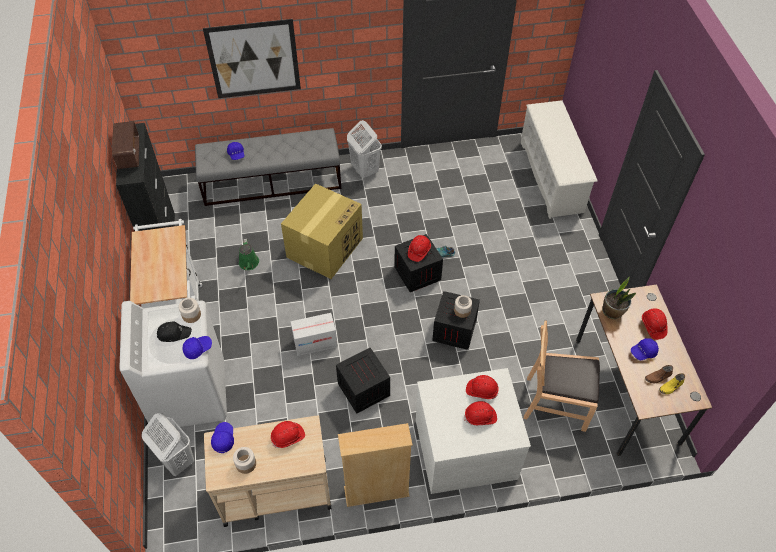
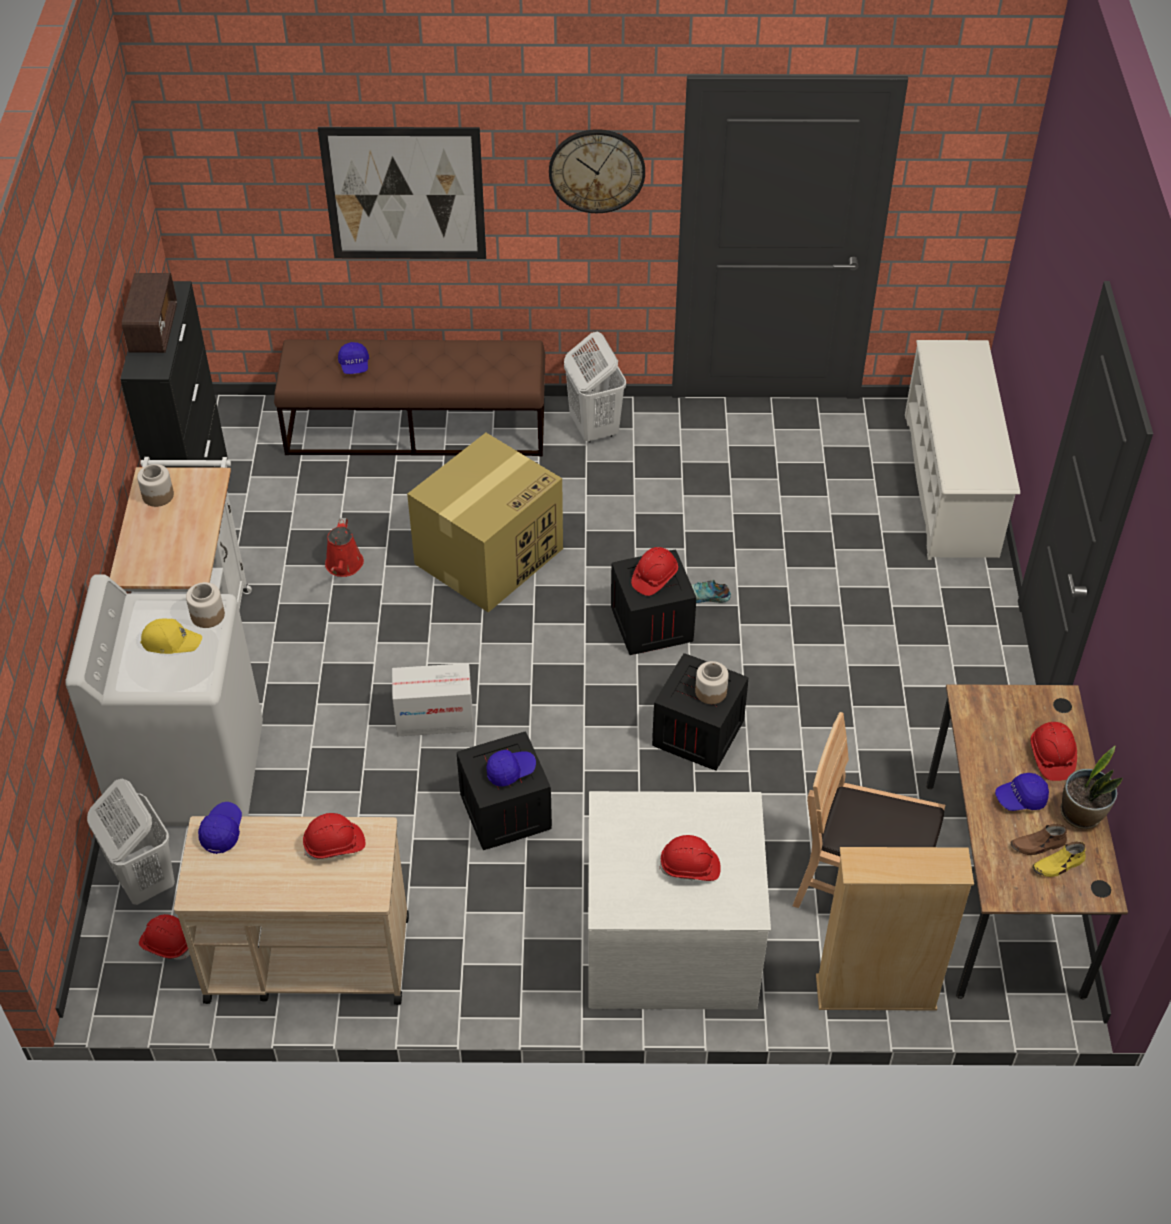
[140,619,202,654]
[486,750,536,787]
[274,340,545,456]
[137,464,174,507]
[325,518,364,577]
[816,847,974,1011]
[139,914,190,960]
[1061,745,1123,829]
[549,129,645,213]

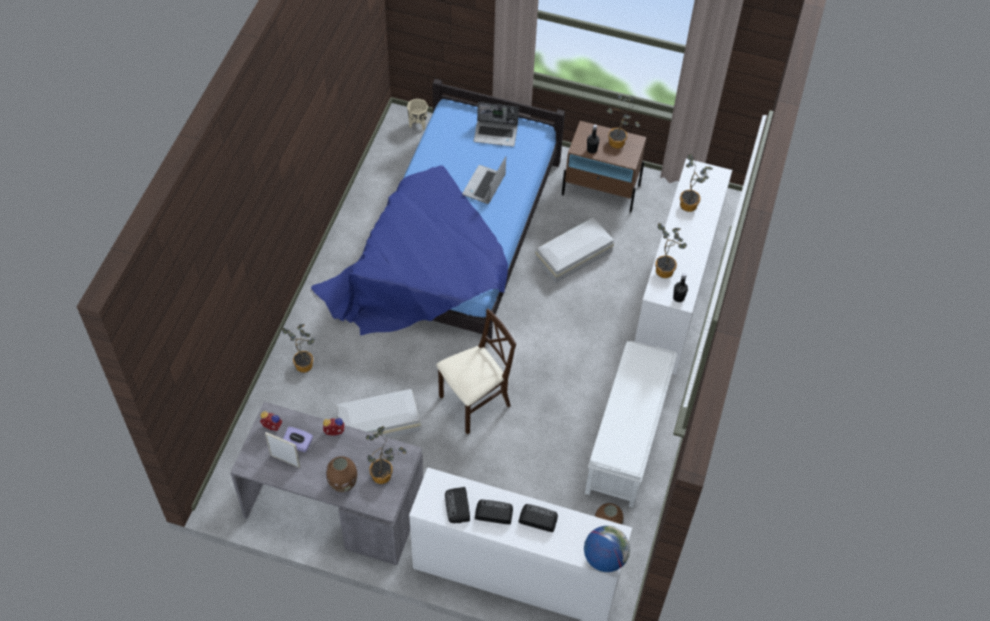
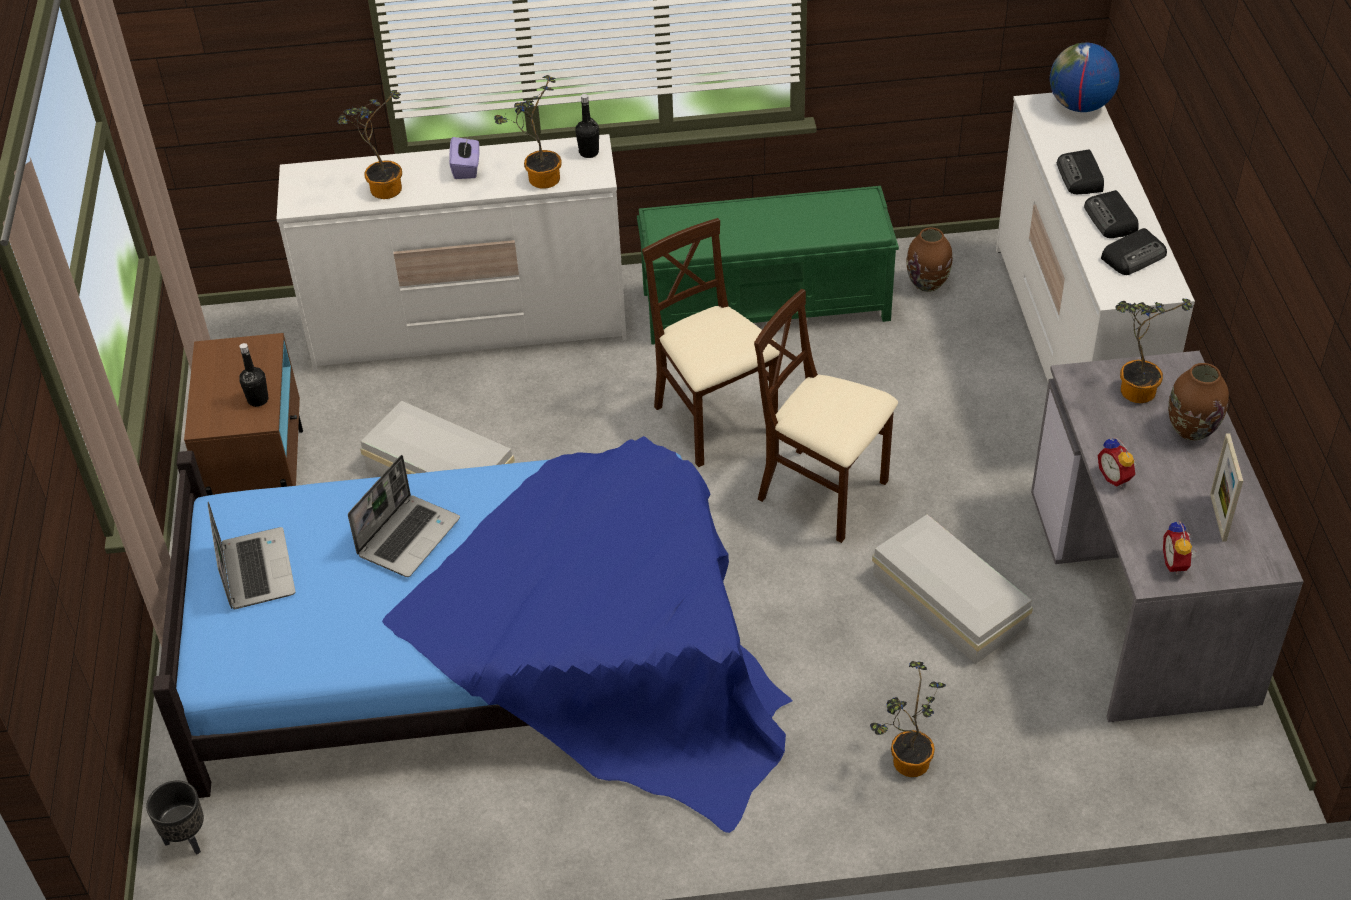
[449,137,480,179]
[146,781,204,855]
[348,455,460,577]
[637,186,899,345]
[607,94,640,148] (first image)
[642,218,780,467]

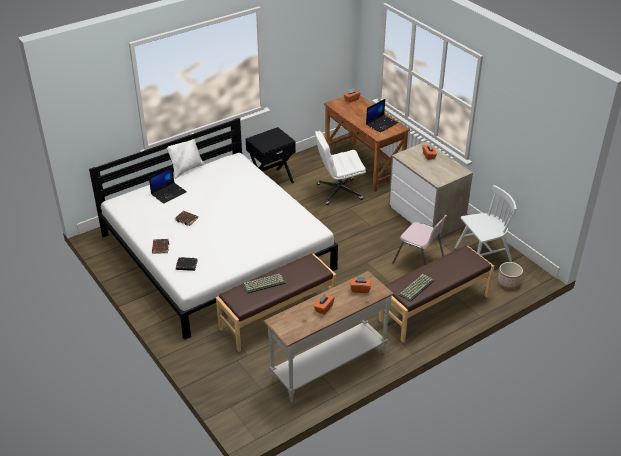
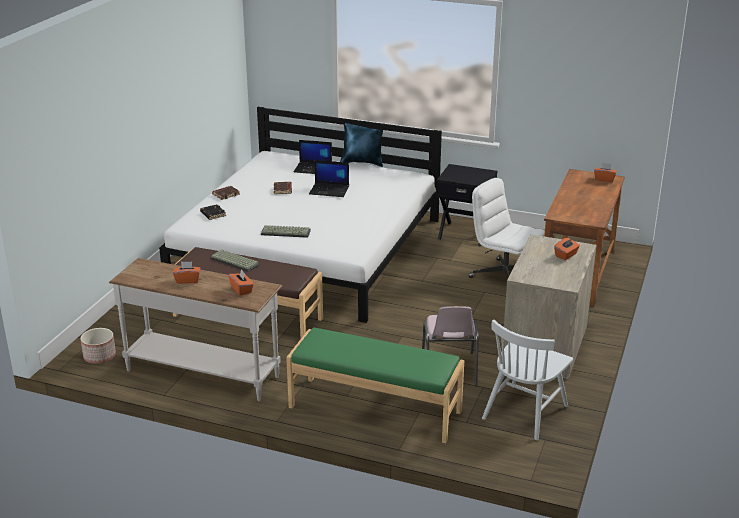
[340,123,384,167]
[309,160,349,197]
[286,327,464,443]
[261,225,311,238]
[482,320,573,440]
[81,328,116,364]

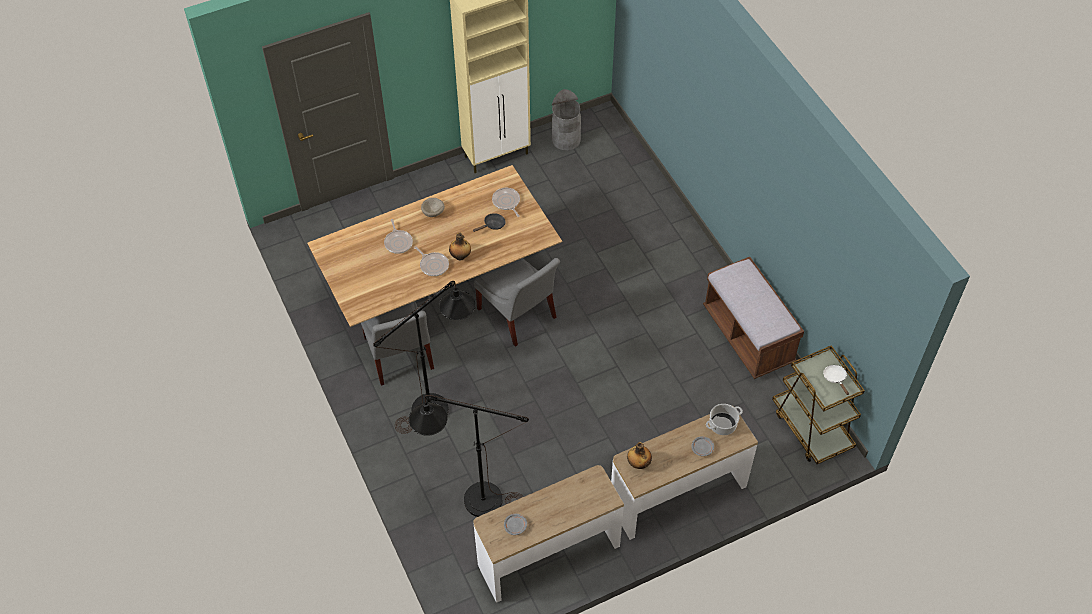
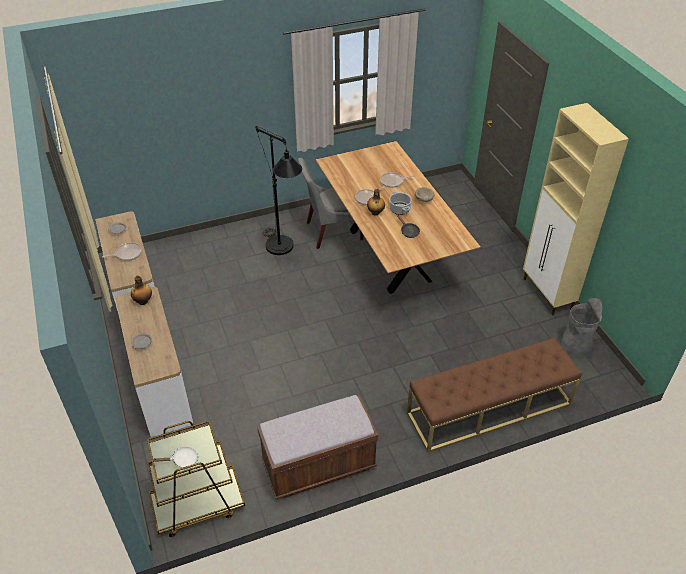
[409,395,529,517] (first image)
[474,258,560,347] (first image)
[102,242,142,261]
[389,192,412,215]
[407,338,582,452]

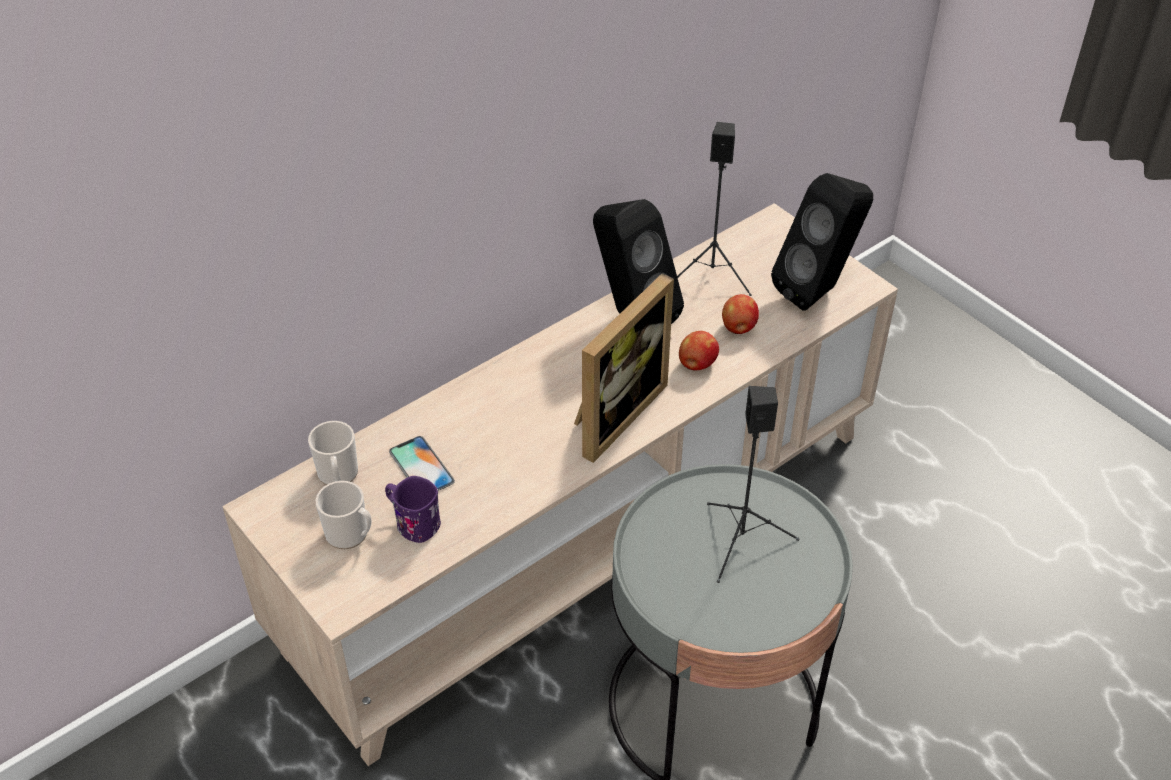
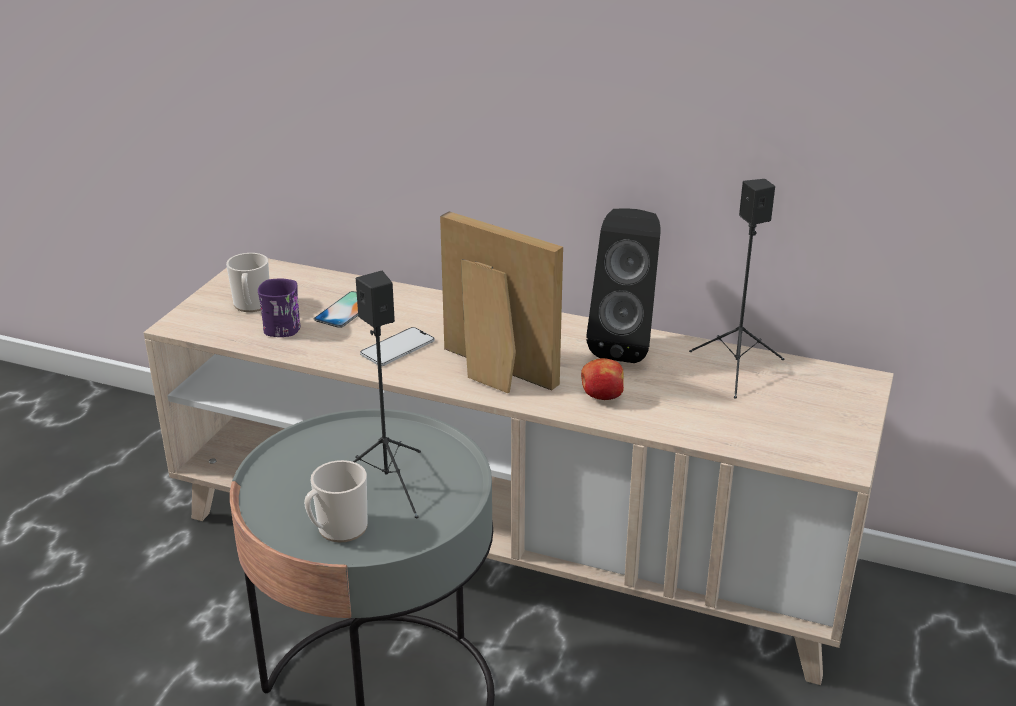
[304,460,368,542]
[440,211,563,393]
[722,294,759,334] (first image)
[771,173,873,311] (first image)
[360,327,435,366]

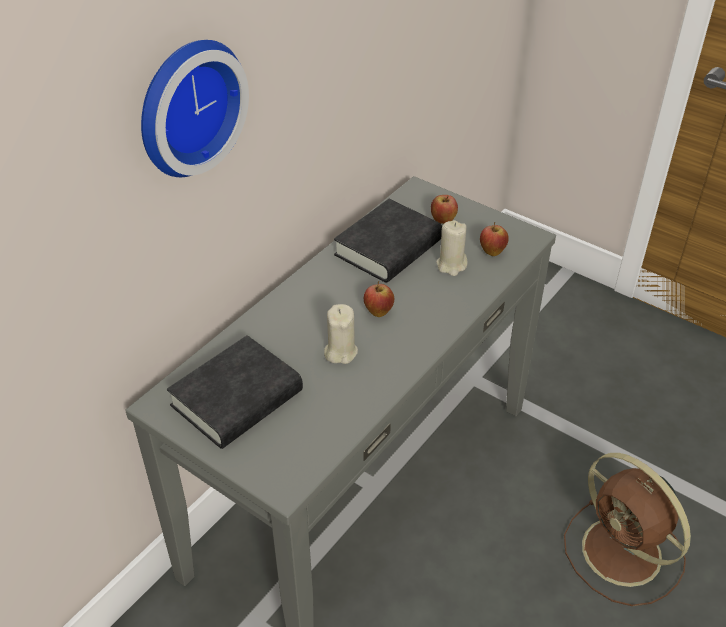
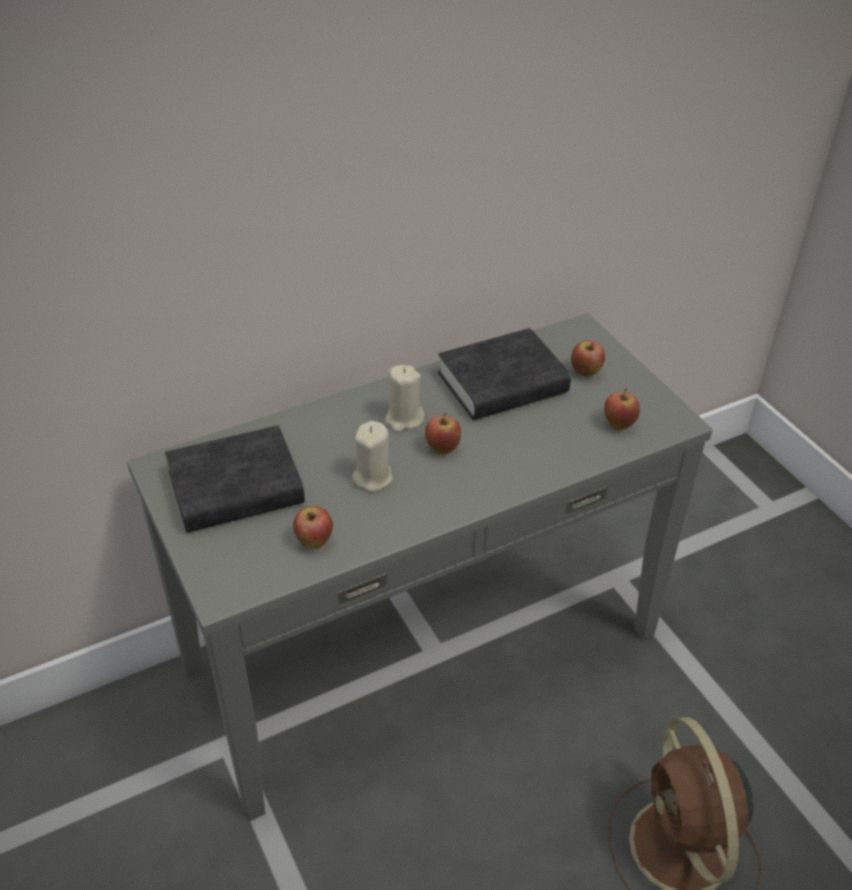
[141,40,249,177] (first image)
[385,365,425,432]
[293,506,333,549]

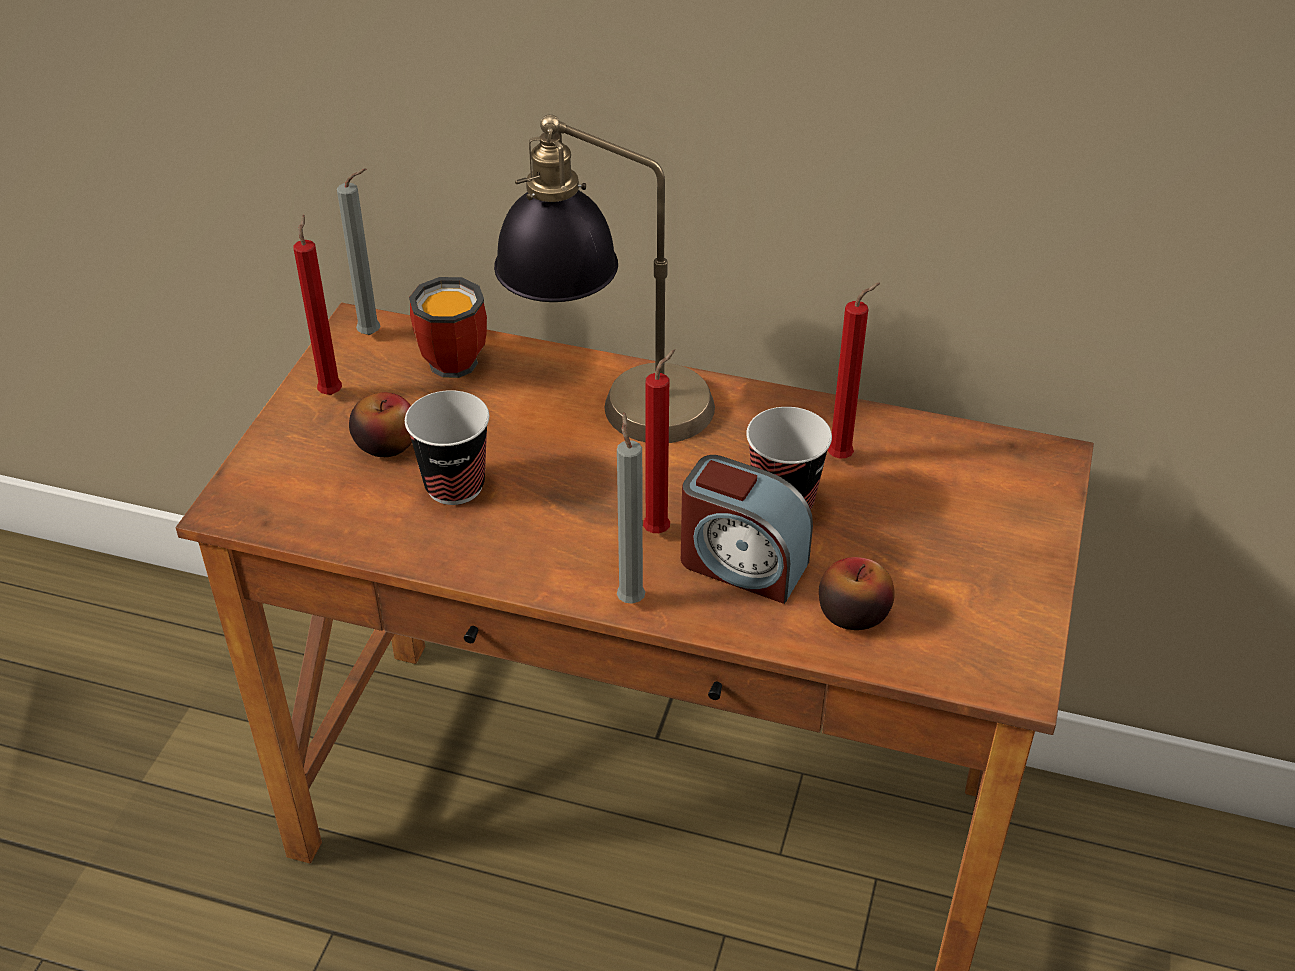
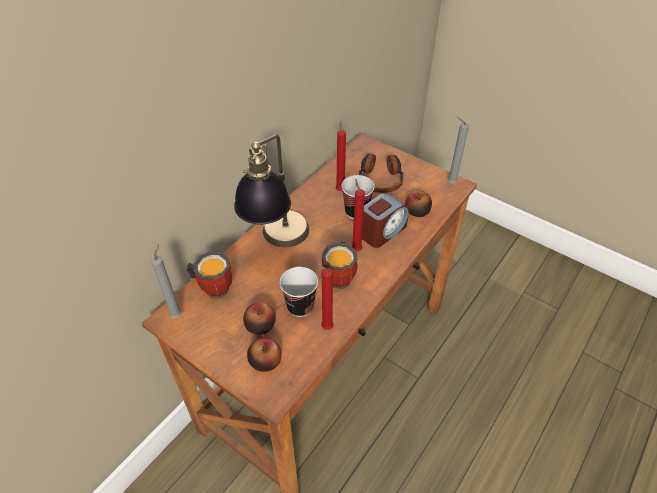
[316,262,334,330]
[448,117,469,184]
[247,338,282,372]
[322,242,358,290]
[359,154,404,193]

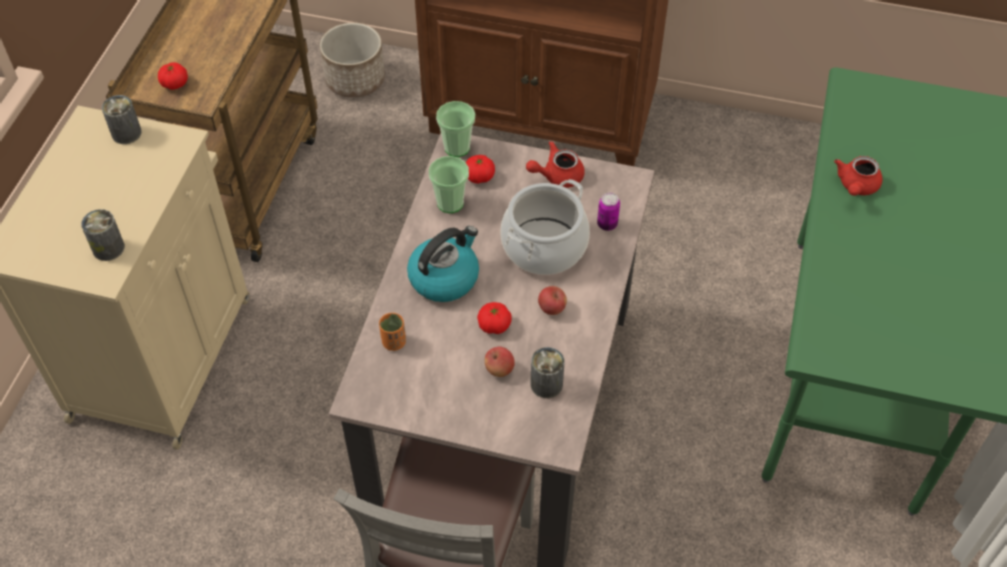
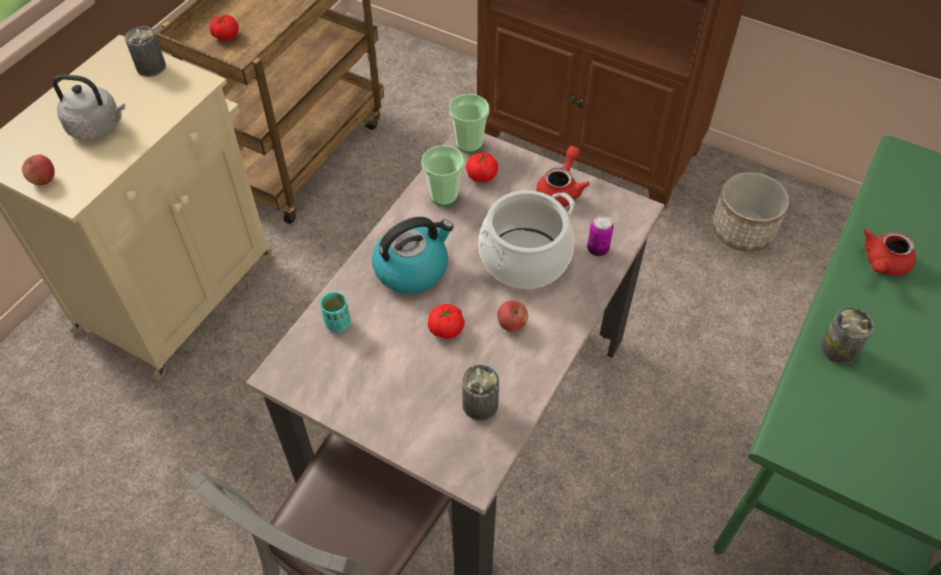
[820,307,874,365]
[712,172,789,252]
[320,292,351,333]
[22,155,55,185]
[536,146,590,207]
[53,75,125,140]

